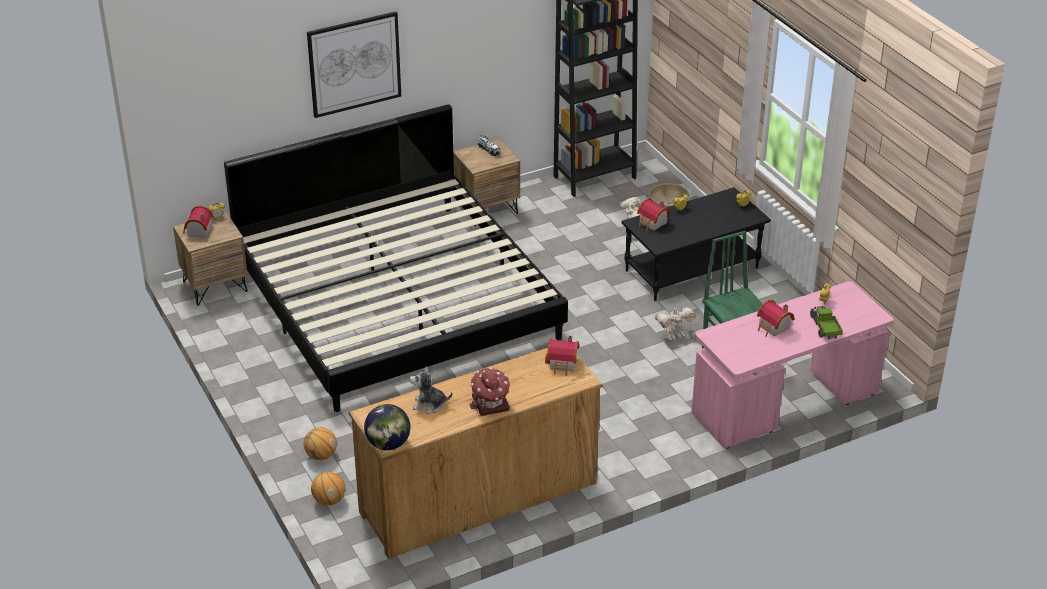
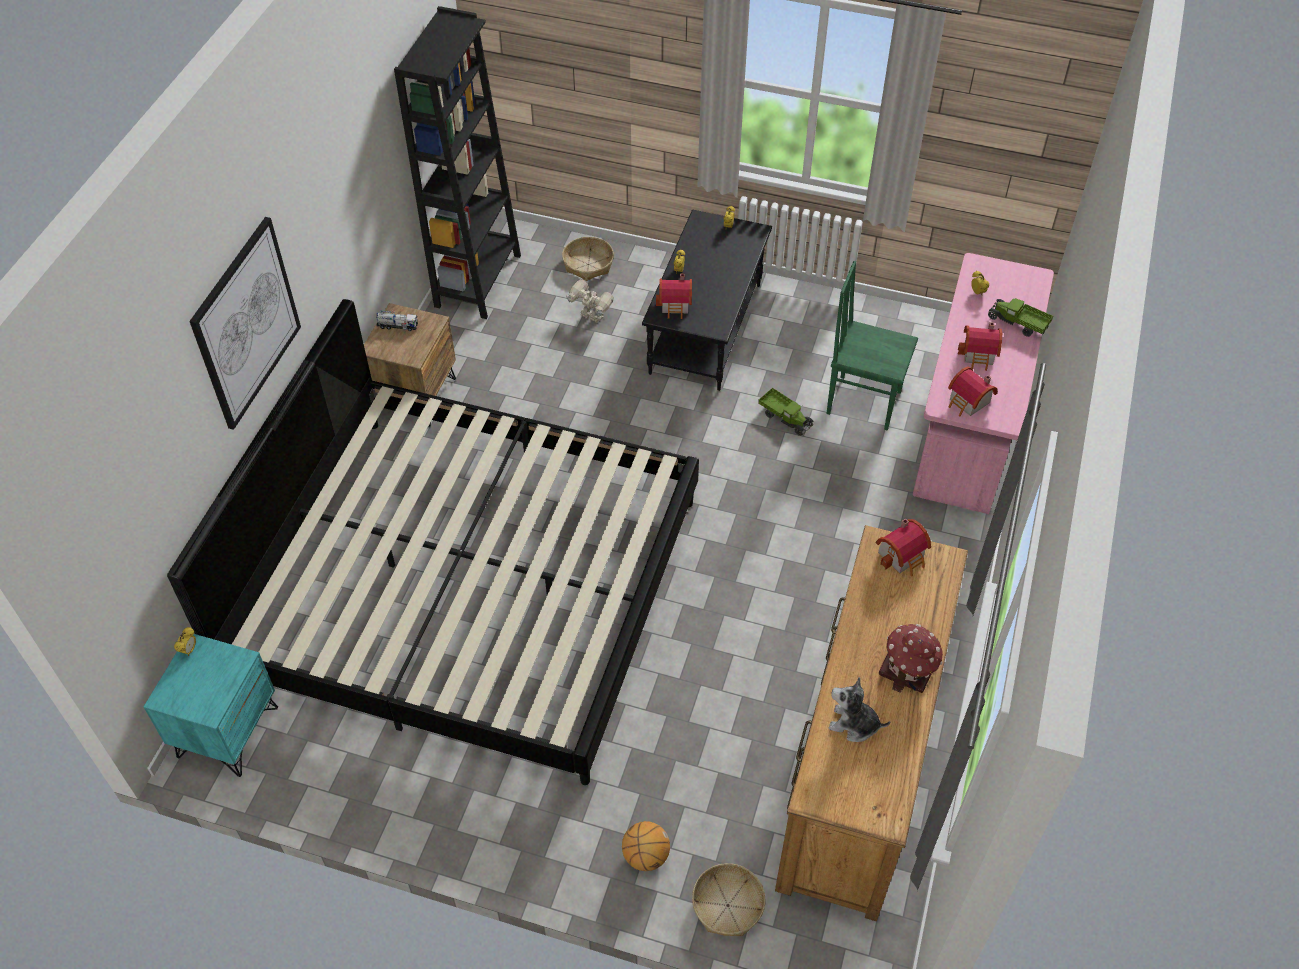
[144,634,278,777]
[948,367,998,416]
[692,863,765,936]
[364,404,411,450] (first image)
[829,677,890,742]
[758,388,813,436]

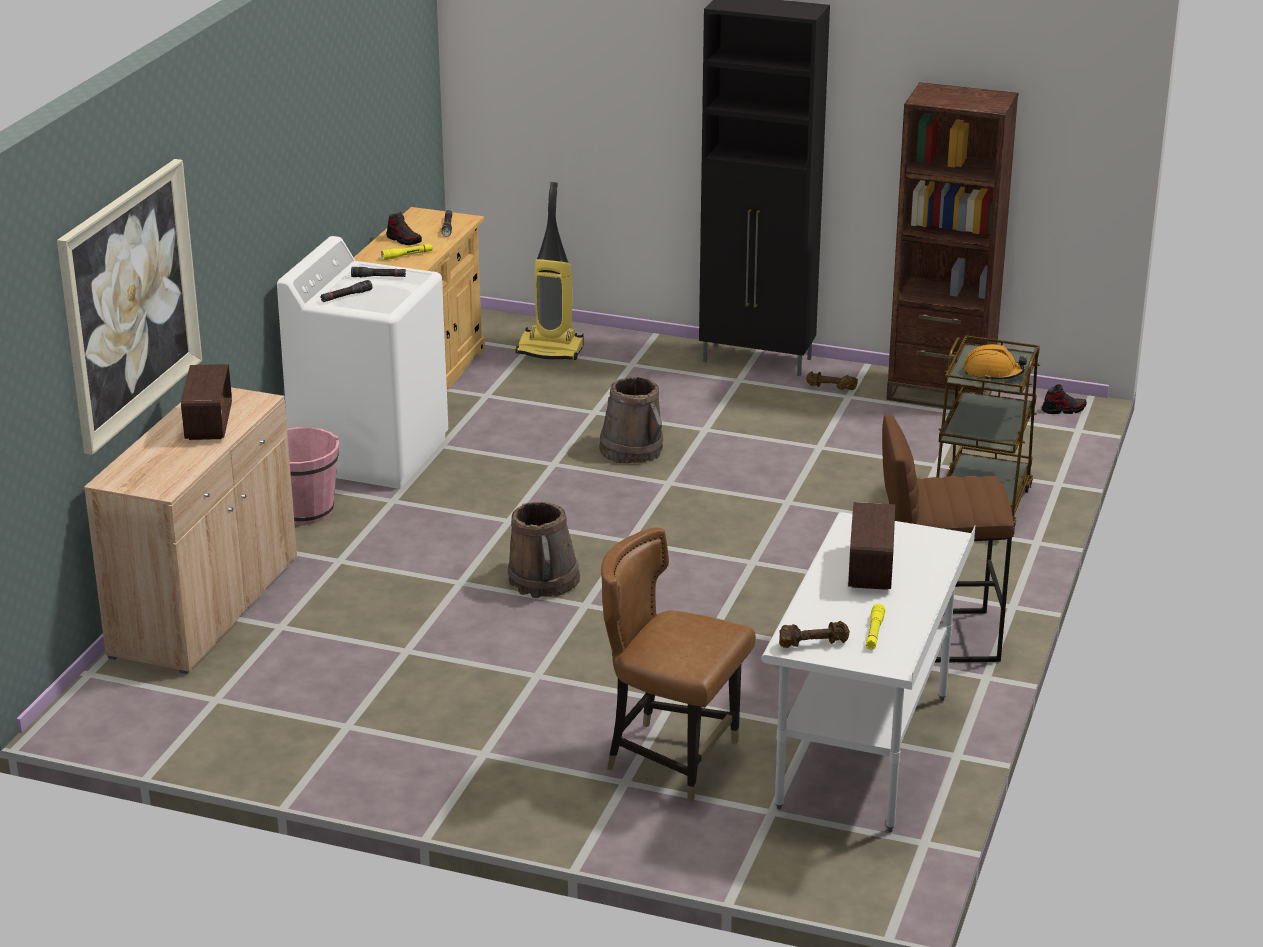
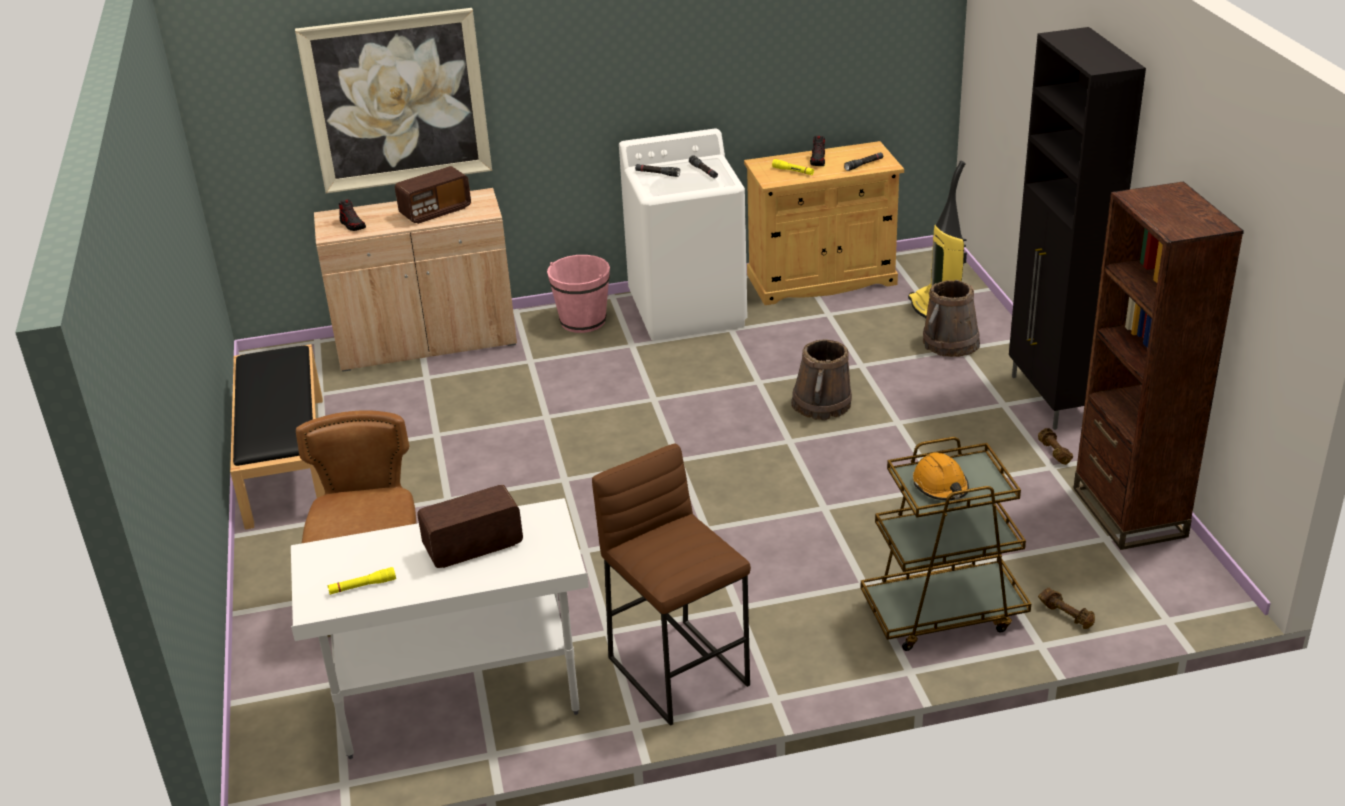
[923,280,980,357]
[1038,588,1095,629]
[339,199,366,231]
[230,344,325,529]

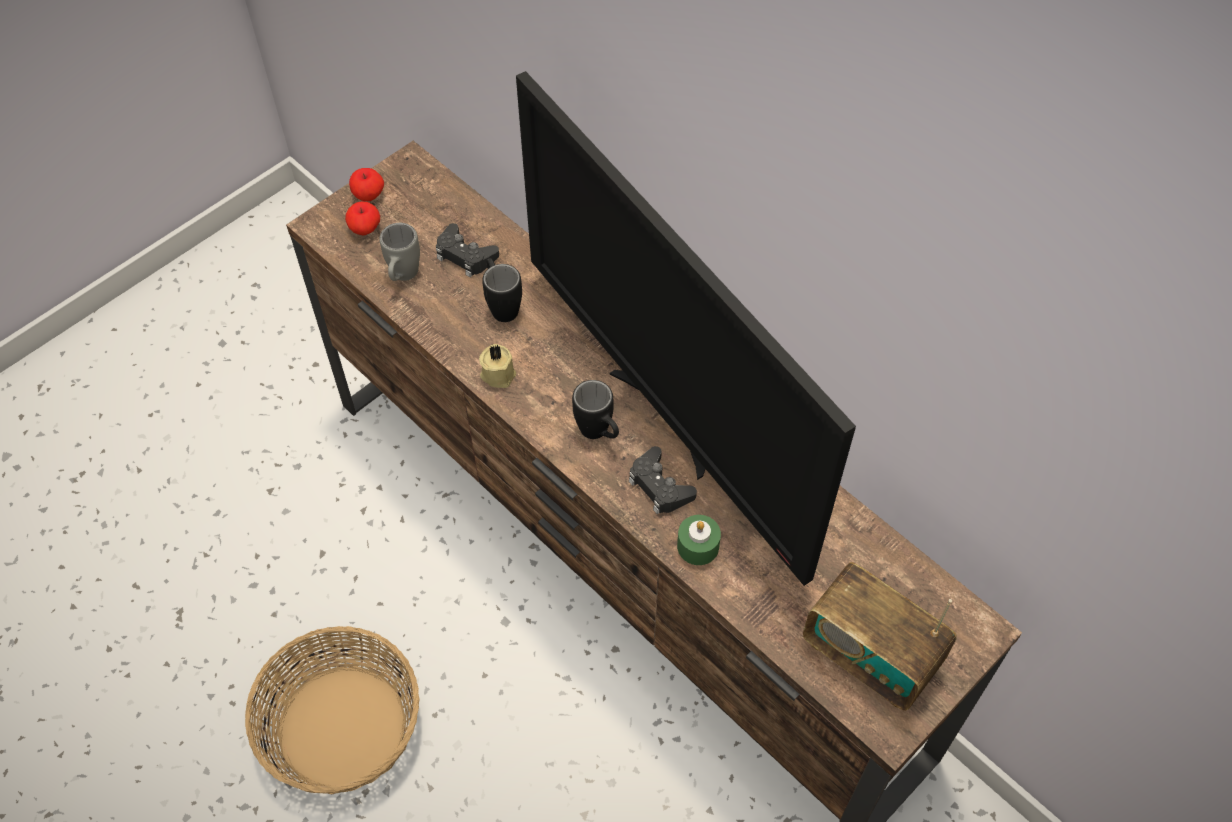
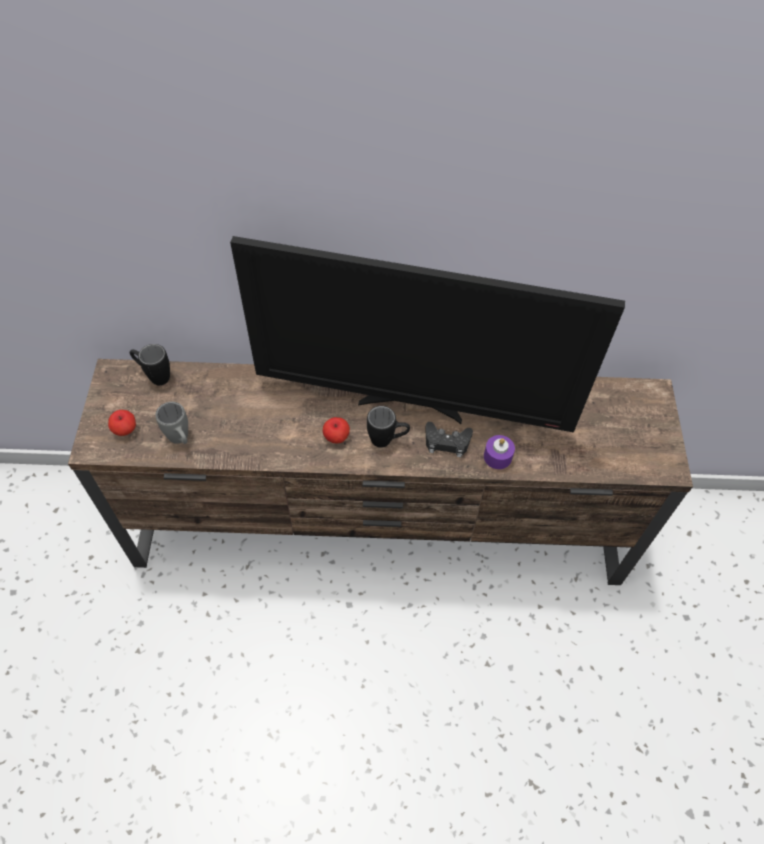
[245,626,420,794] (first image)
[323,417,350,444]
[436,223,499,277] (first image)
[479,344,516,388] (first image)
[130,344,170,385]
[484,435,515,469]
[803,562,957,711] (first image)

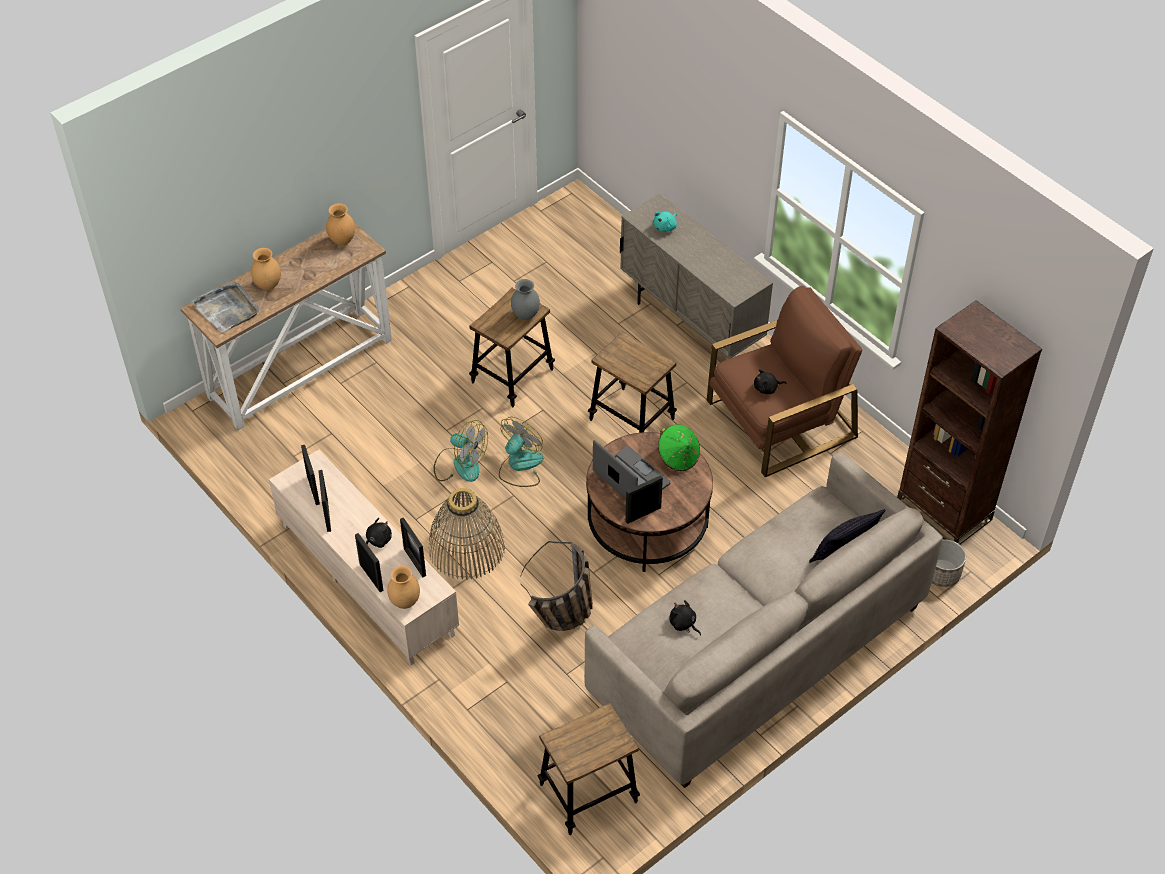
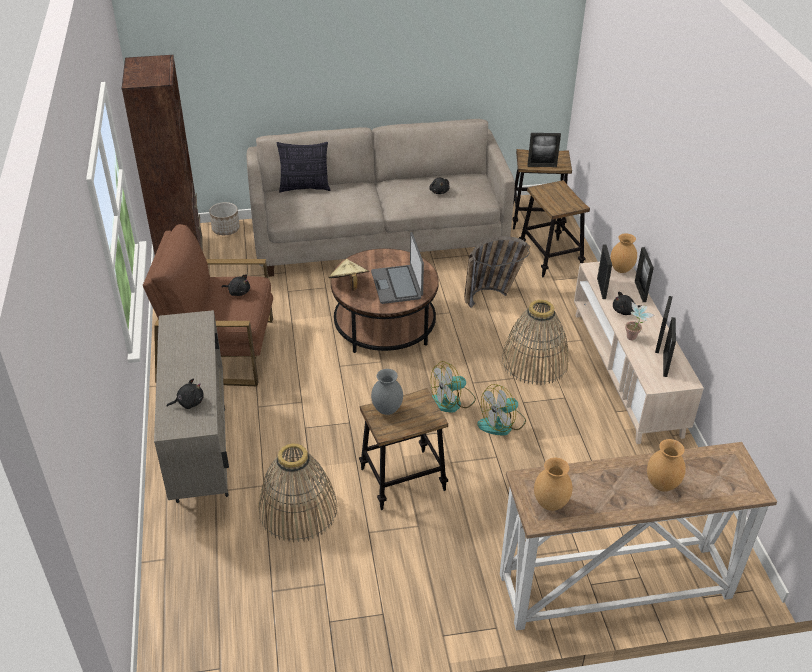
[191,282,259,333] (first image)
[477,384,526,436]
[519,180,590,278]
[527,133,561,167]
[167,378,204,409]
[328,259,369,290]
[258,443,337,543]
[625,302,655,340]

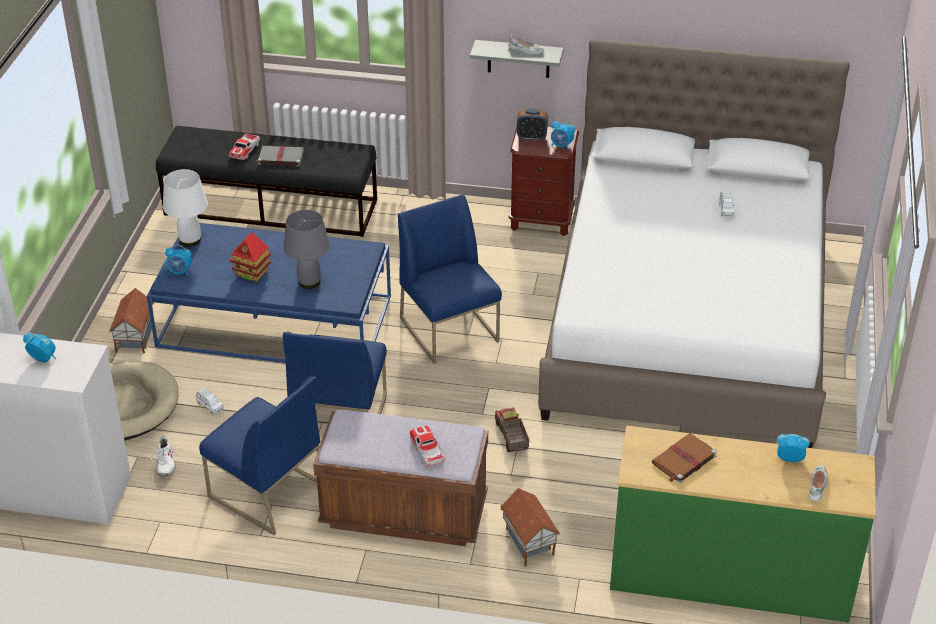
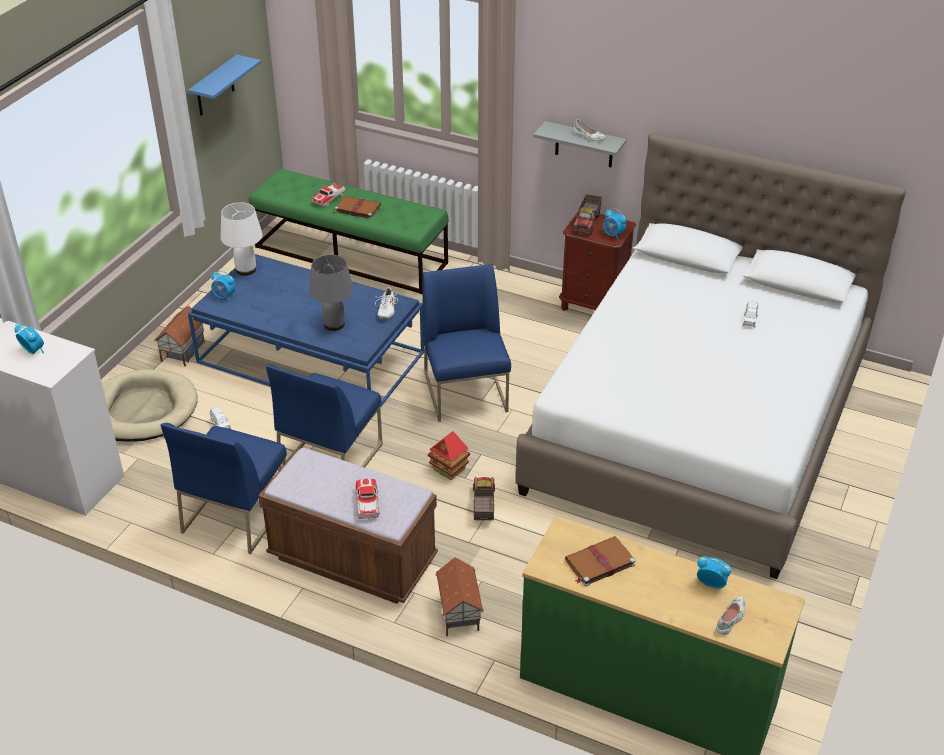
[375,287,398,319]
[249,169,449,294]
[161,423,287,554]
[428,431,470,480]
[334,196,381,219]
[573,194,602,235]
[188,55,261,116]

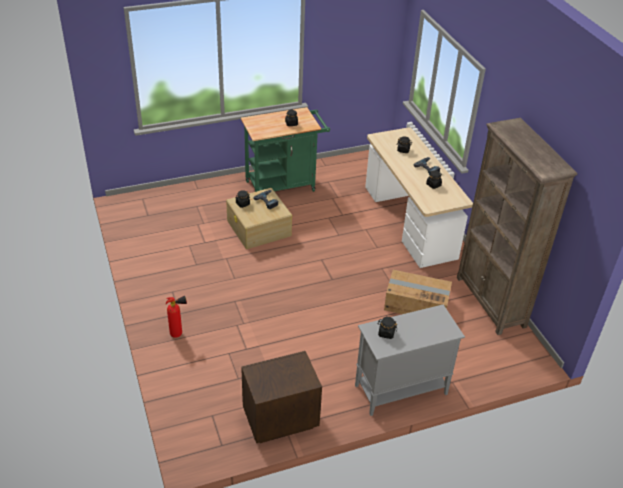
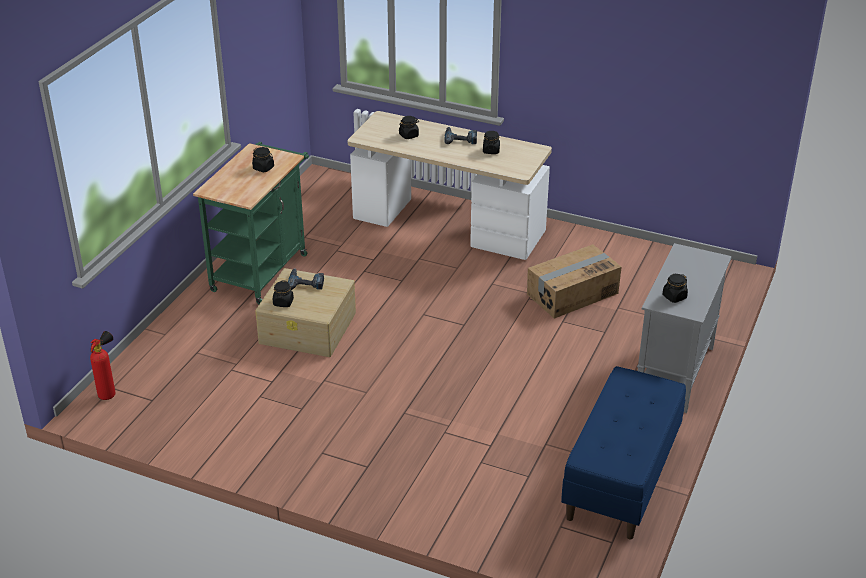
[90,331,116,400]
[561,366,686,540]
[457,118,577,335] (first image)

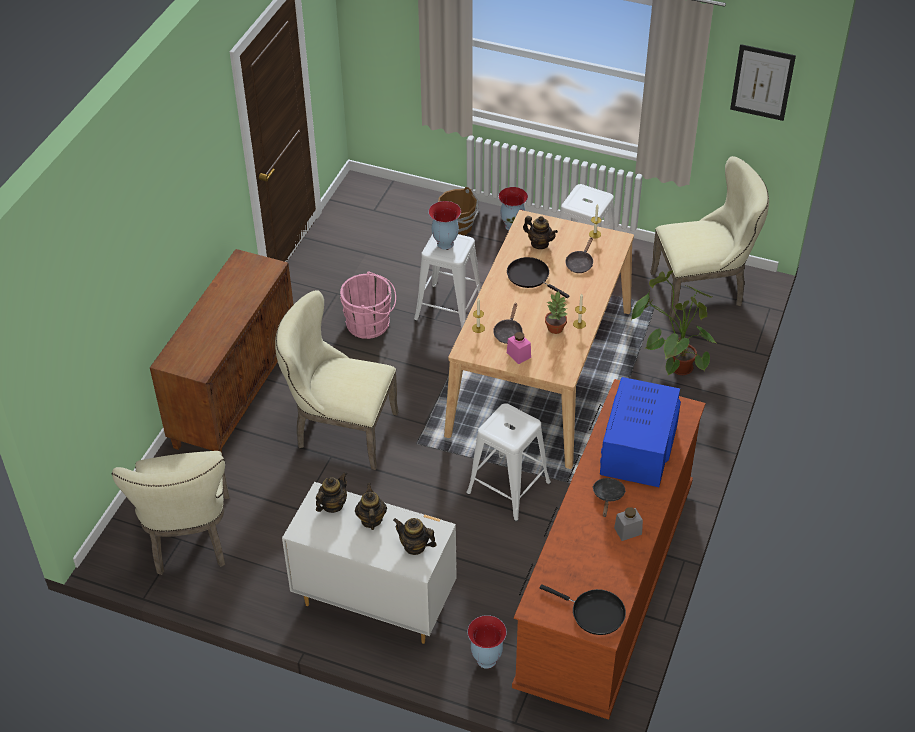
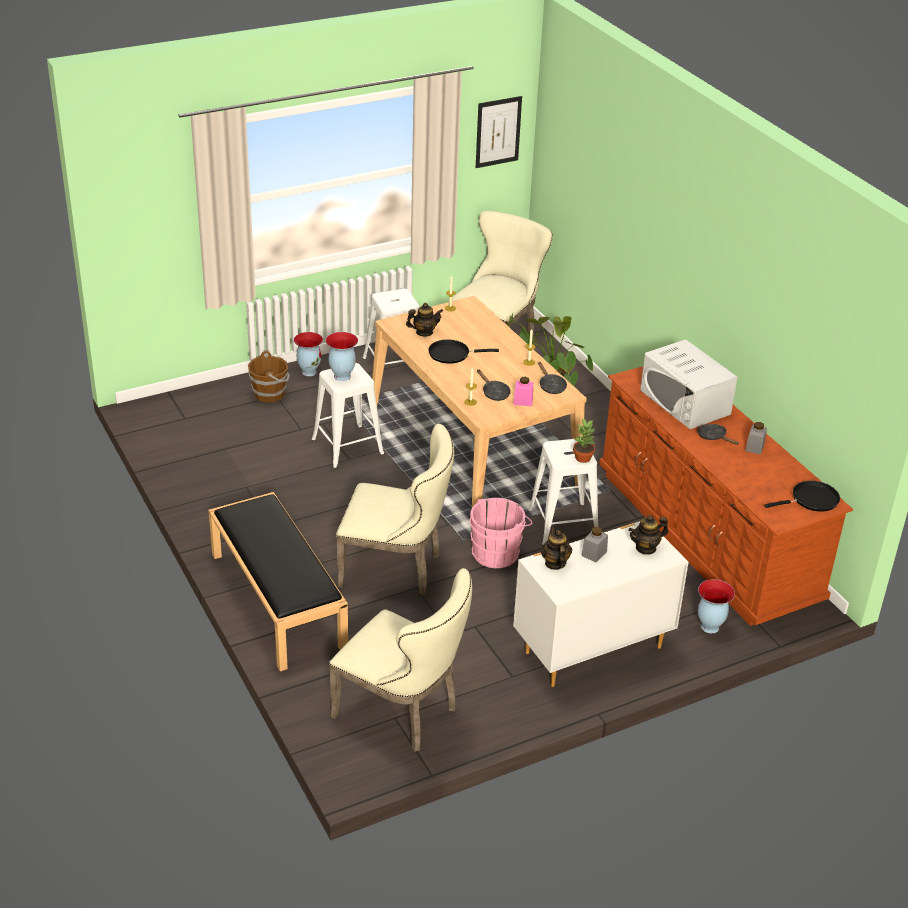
[209,492,348,671]
[336,424,454,595]
[470,498,532,568]
[581,527,608,563]
[573,418,596,463]
[538,362,567,394]
[640,339,738,430]

